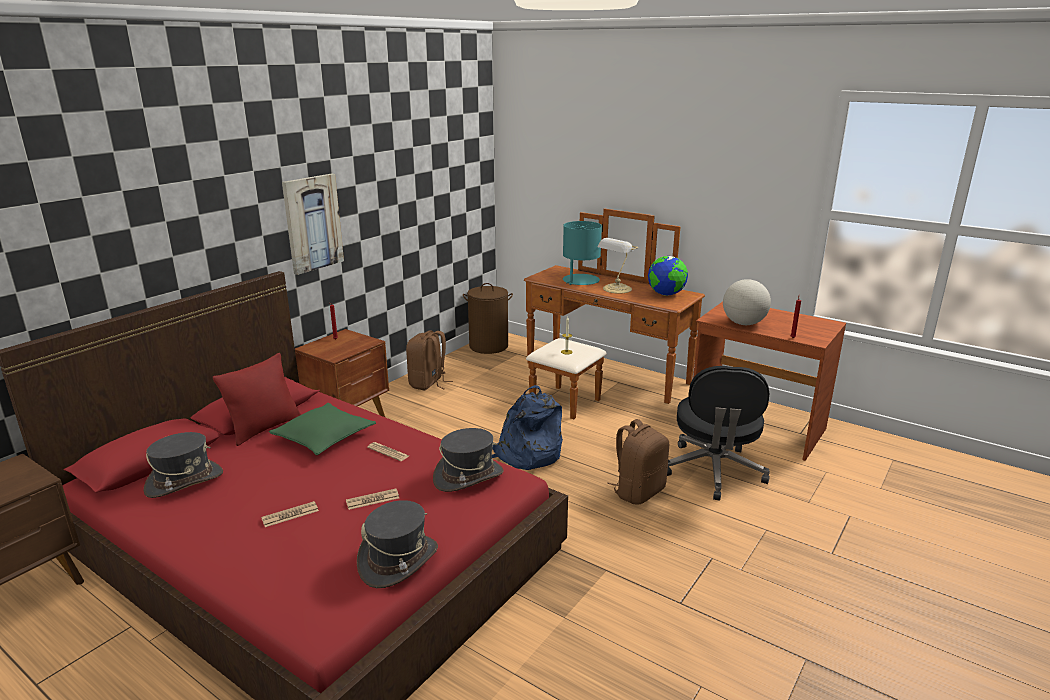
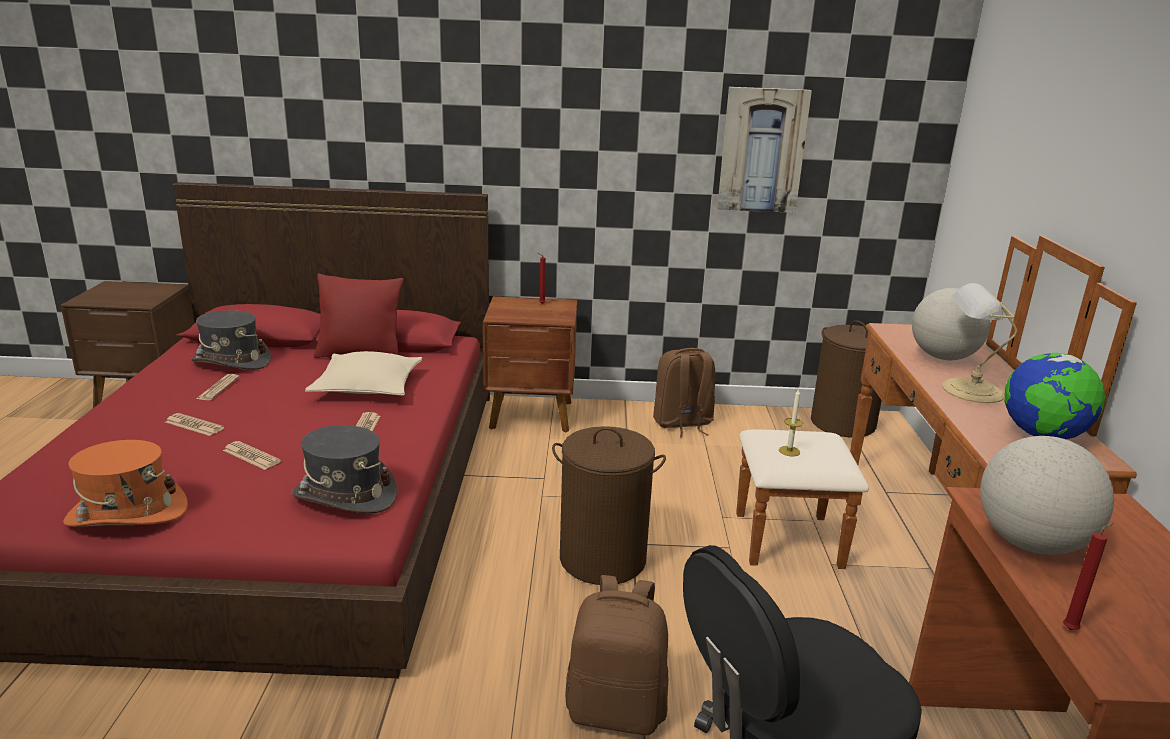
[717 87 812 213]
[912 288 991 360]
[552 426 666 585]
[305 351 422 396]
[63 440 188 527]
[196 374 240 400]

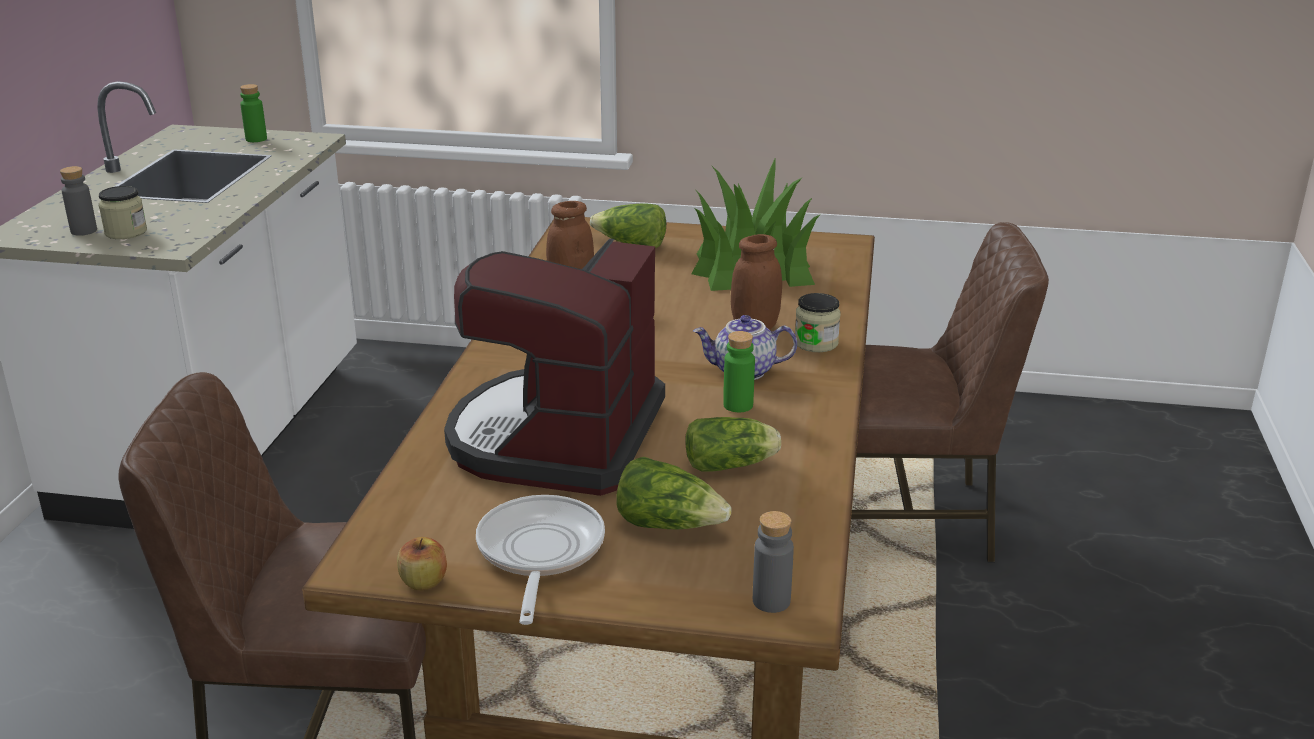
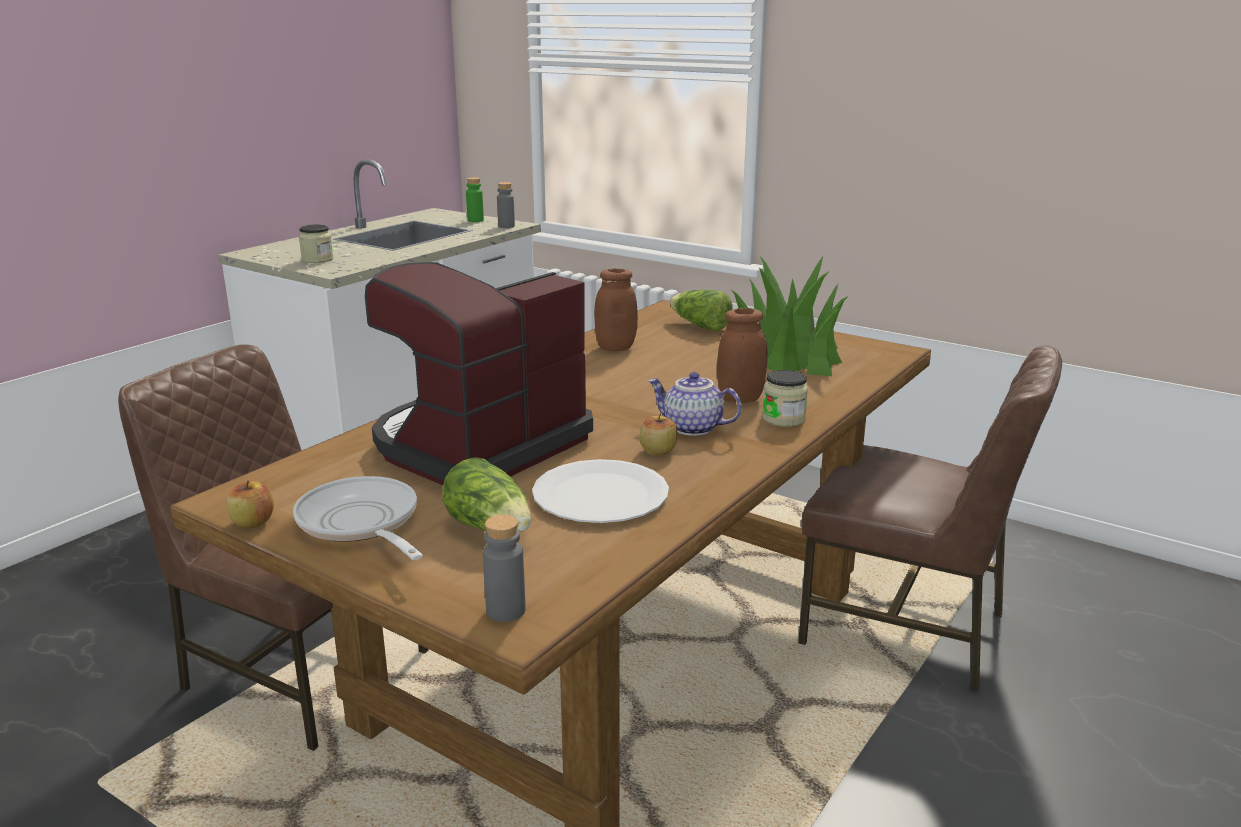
[497 182 515 228]
[640 413 677 456]
[532 459 669 523]
[293 476 423 560]

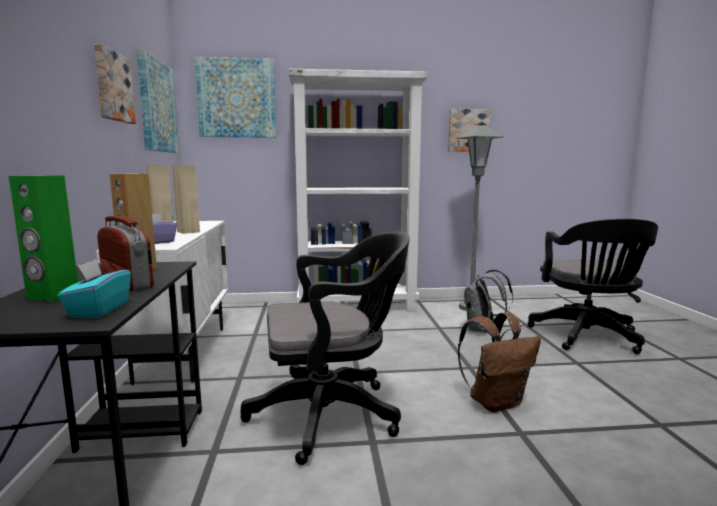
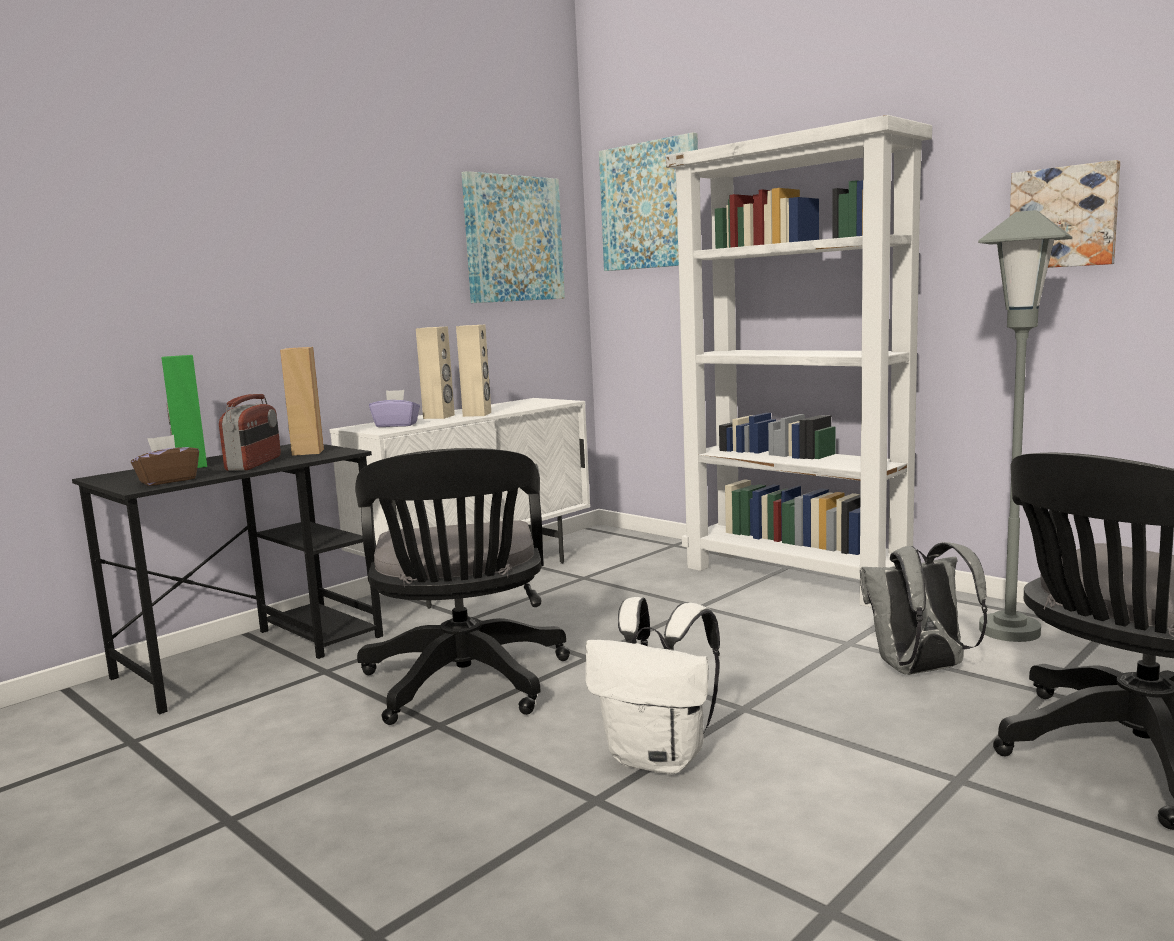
[94 44 136 124] (first image)
[355 448 570 725]
[131 435 199 486]
[585 597 720 774]

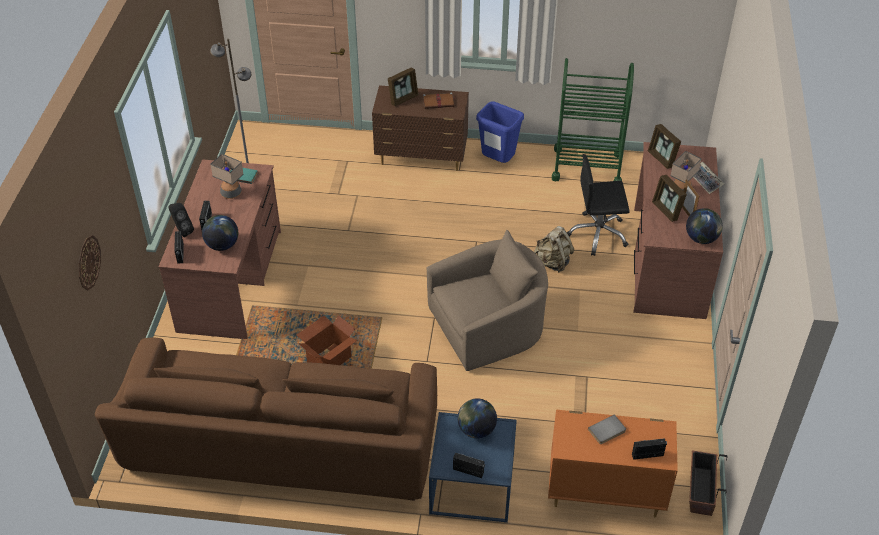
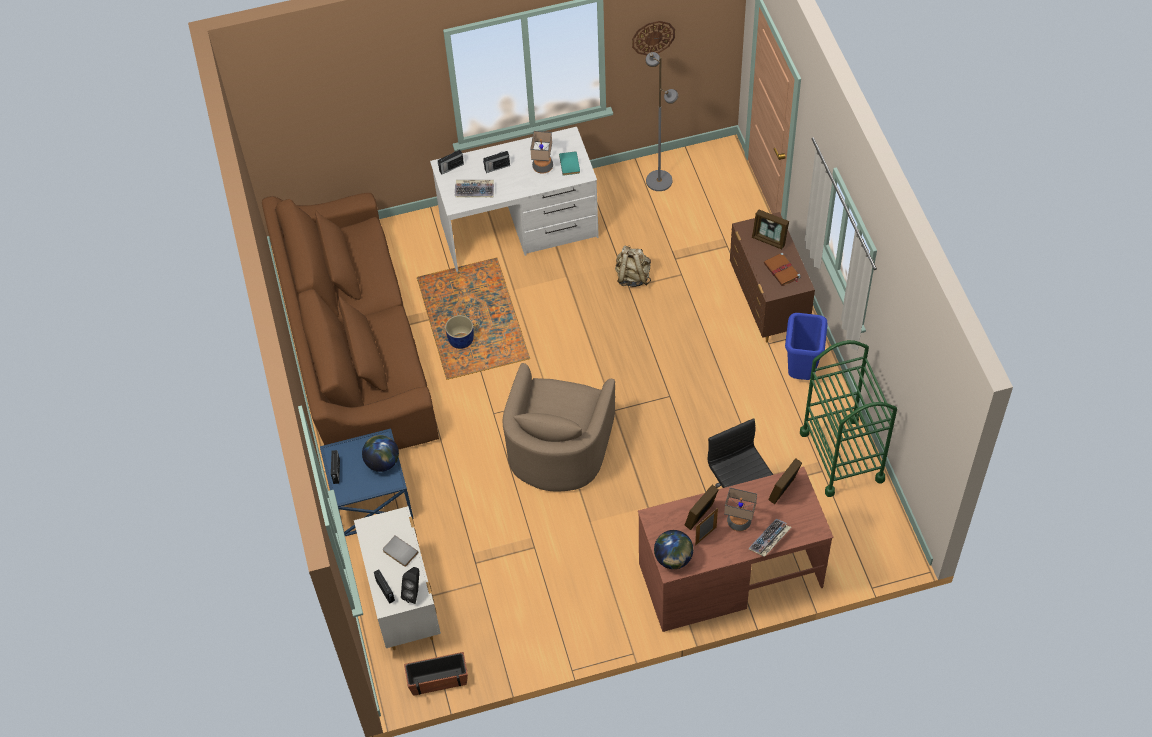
[430 127 599 272]
[401 567 419 604]
[455 180 494 197]
[615 245 651 287]
[503 363 615 491]
[632 21 675 55]
[445 315 474 349]
[354 506 441 650]

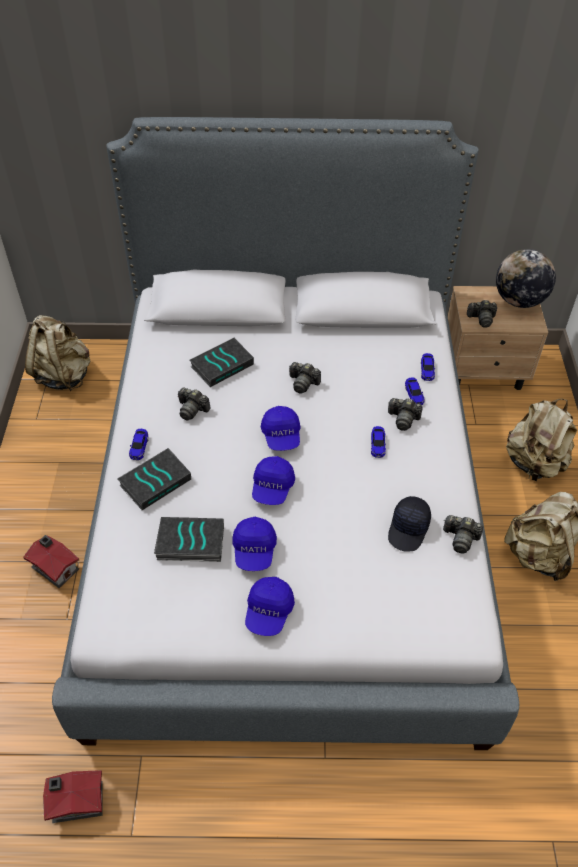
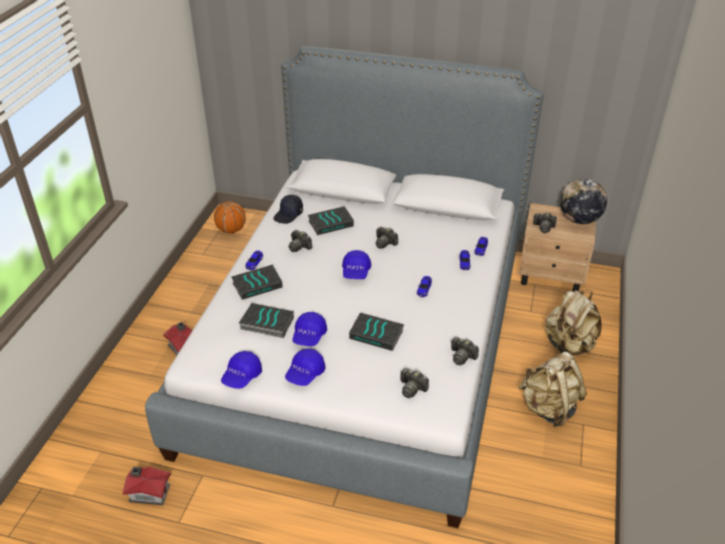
[214 202 246 233]
[400 368 429 398]
[221 351 262 389]
[273 195 303 224]
[349 312 404 351]

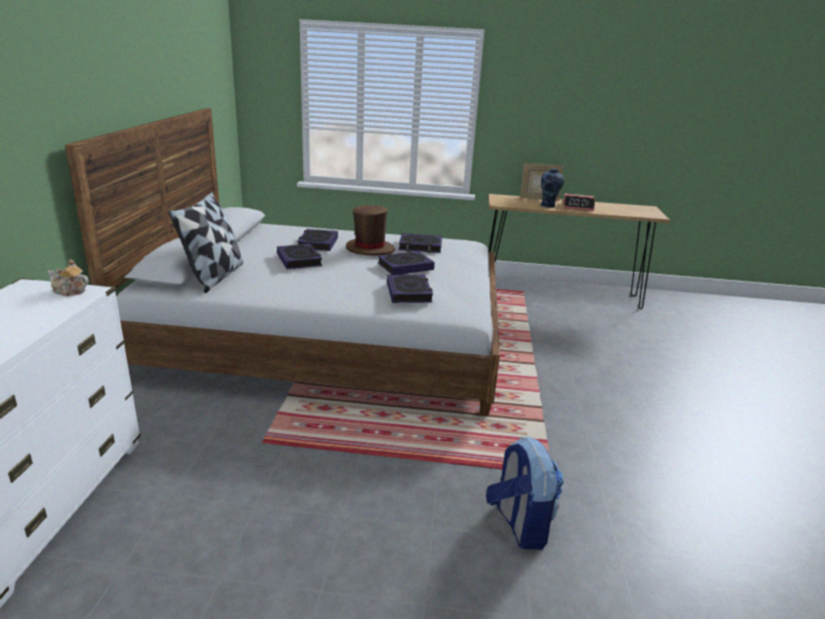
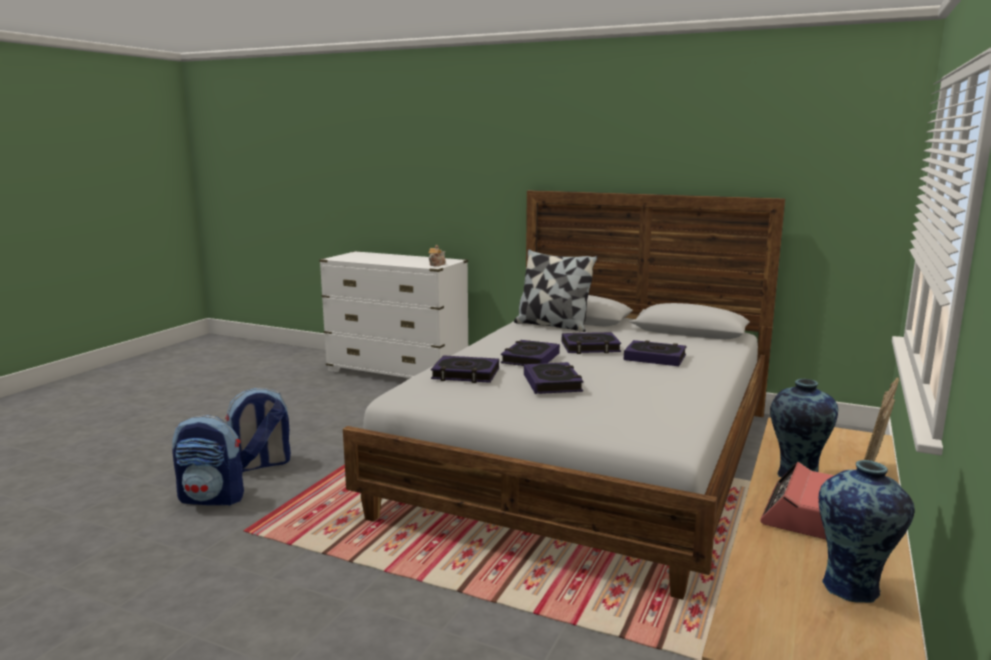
[346 205 395 256] (first image)
[501 340 560 366]
[225 388 291 472]
[818 460 915 603]

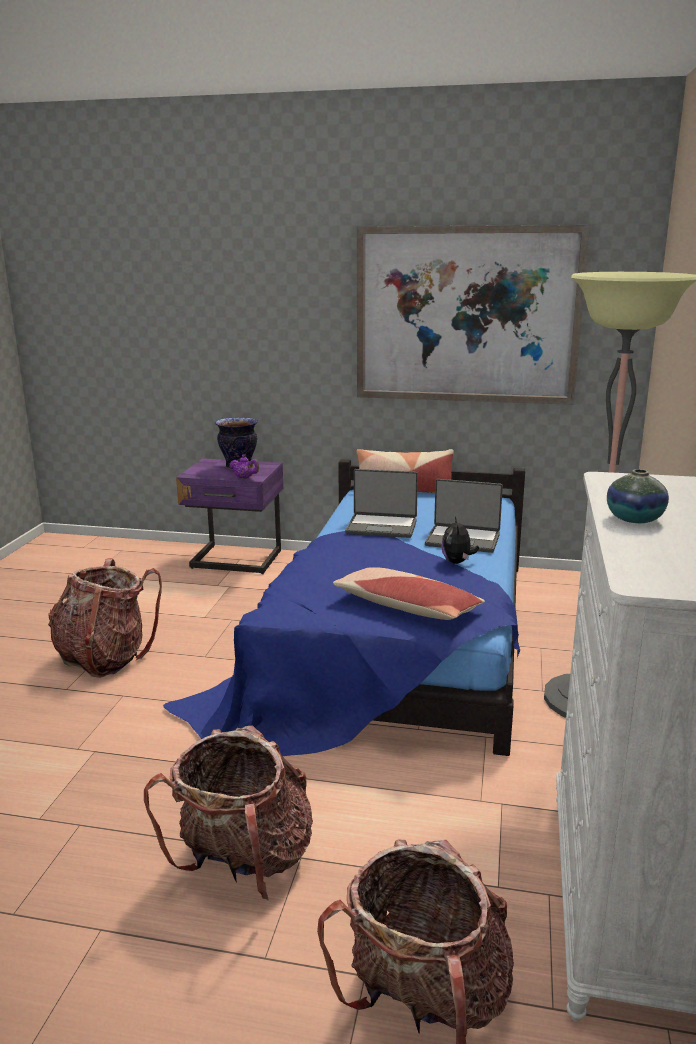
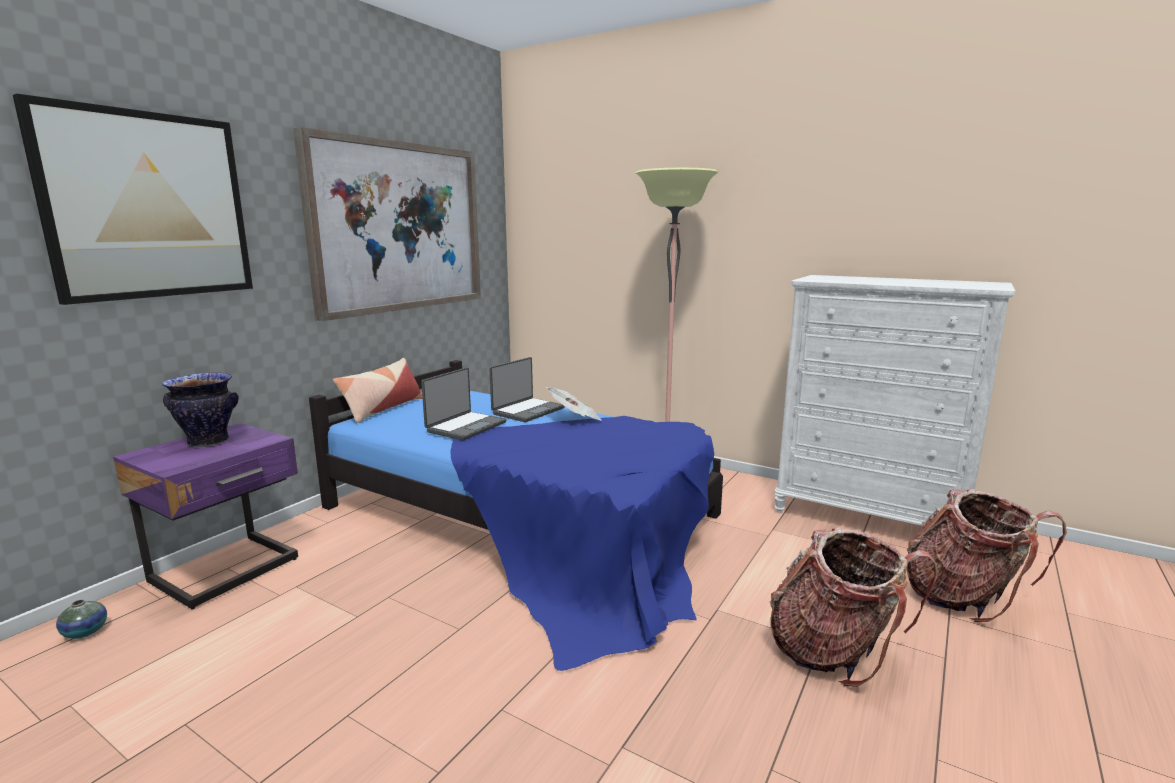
[229 454 259 479] (first image)
[56 600 107 639]
[546 387 602 421]
[48 558 162 678] (first image)
[333 567 485 620] (first image)
[13 94 253 305]

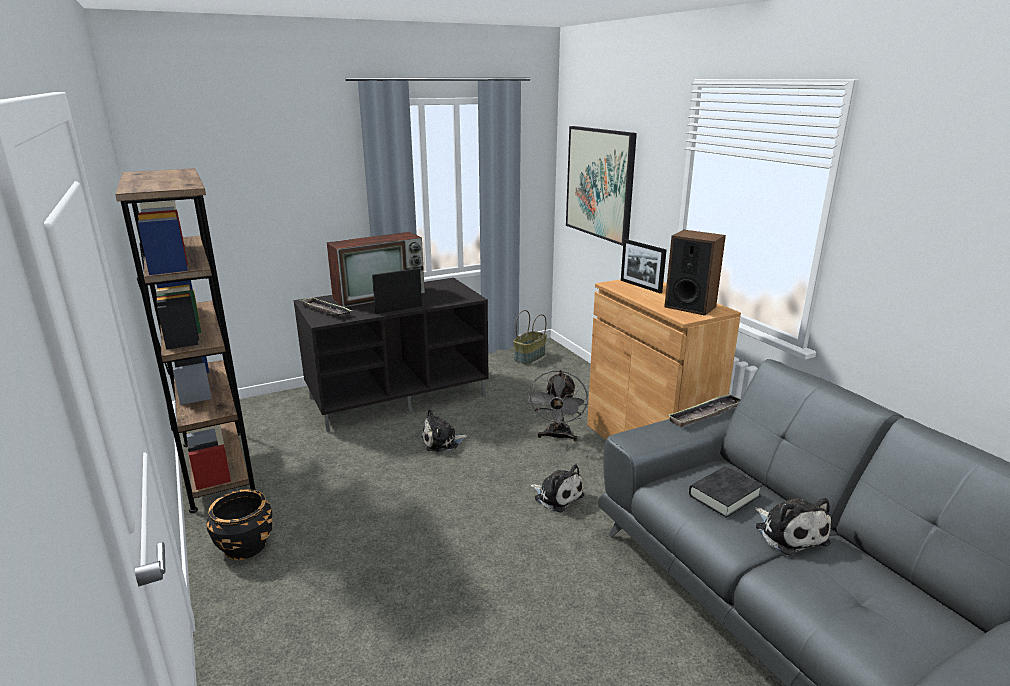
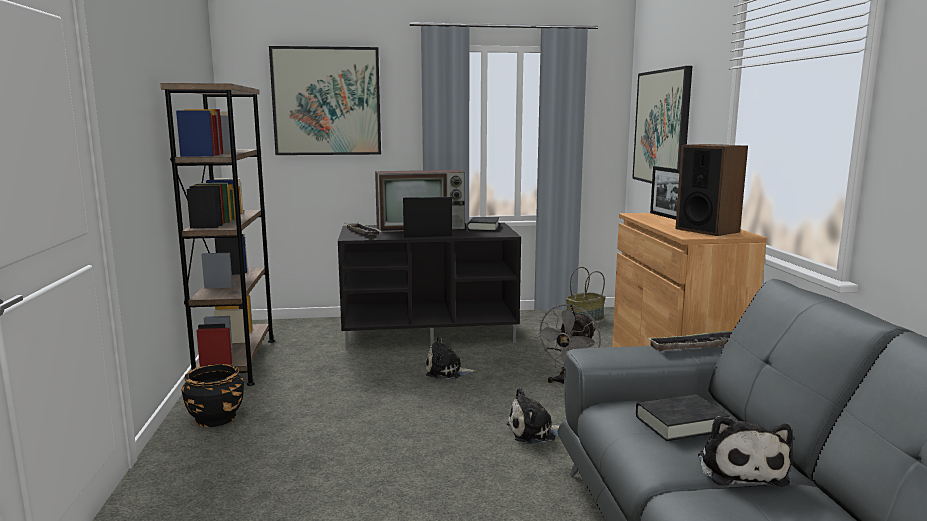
[507 388 559 444]
[269 46 381 155]
[467 217 499 231]

